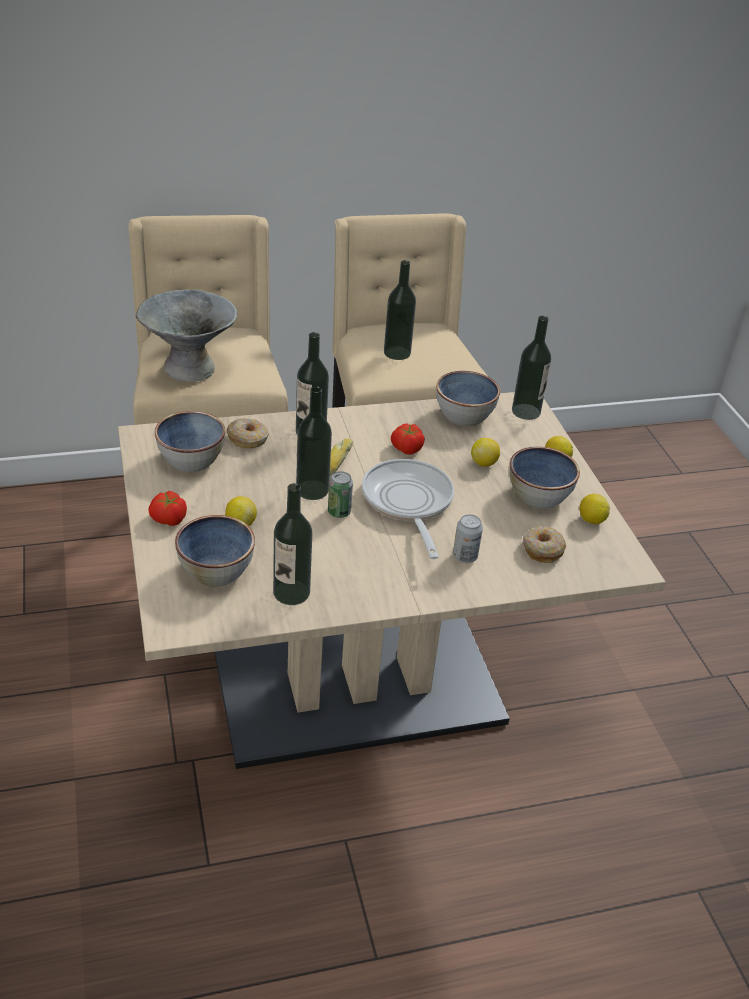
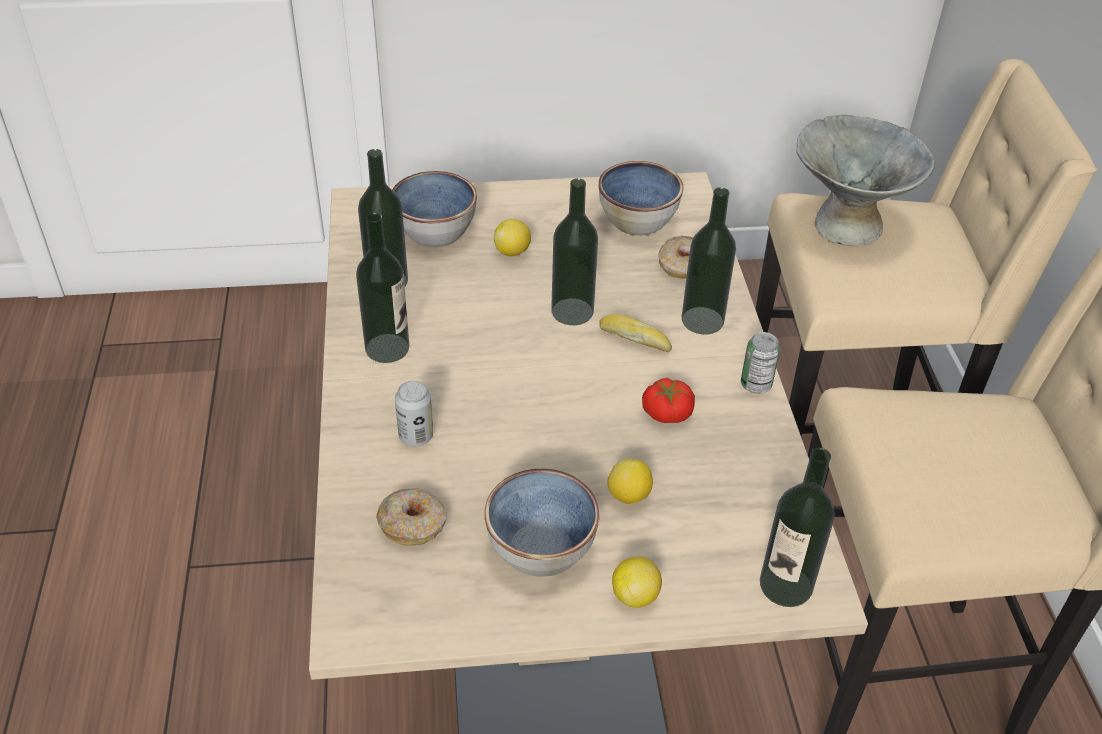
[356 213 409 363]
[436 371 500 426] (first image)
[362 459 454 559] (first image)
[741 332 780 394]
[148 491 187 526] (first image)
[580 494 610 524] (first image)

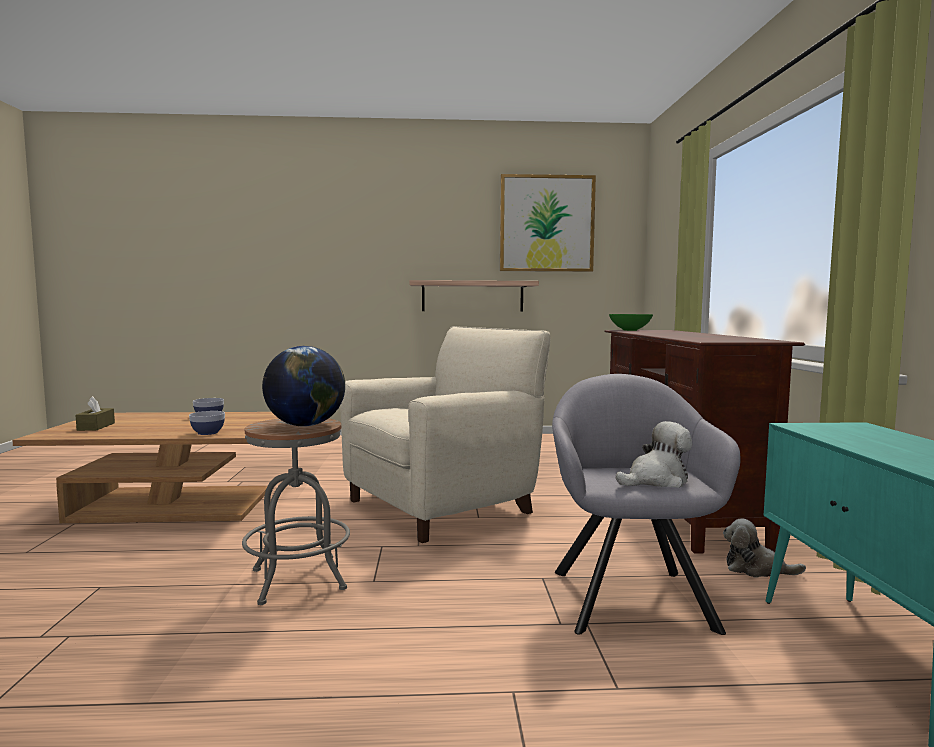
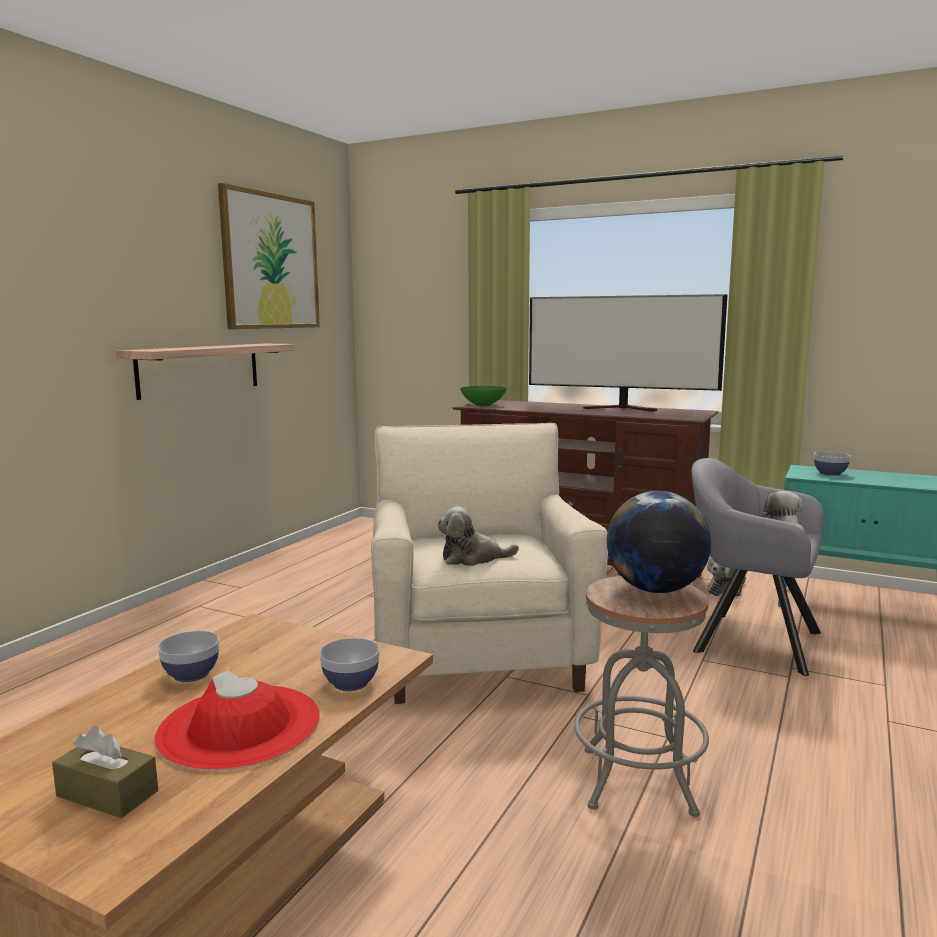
[529 294 728 412]
[814 452 850 476]
[437 507 519 566]
[155 671 320 771]

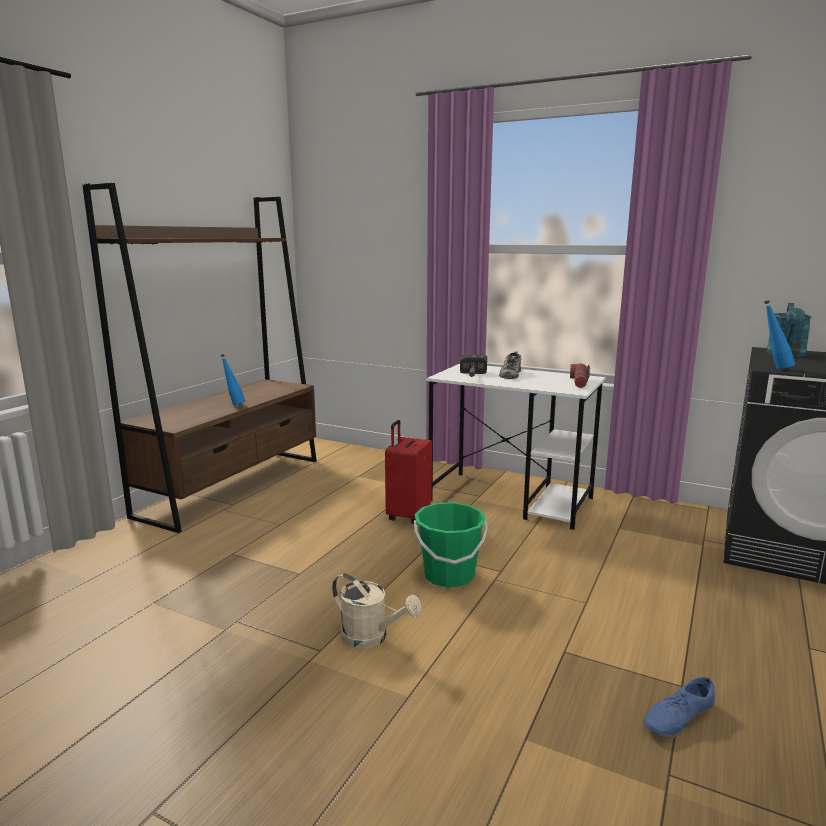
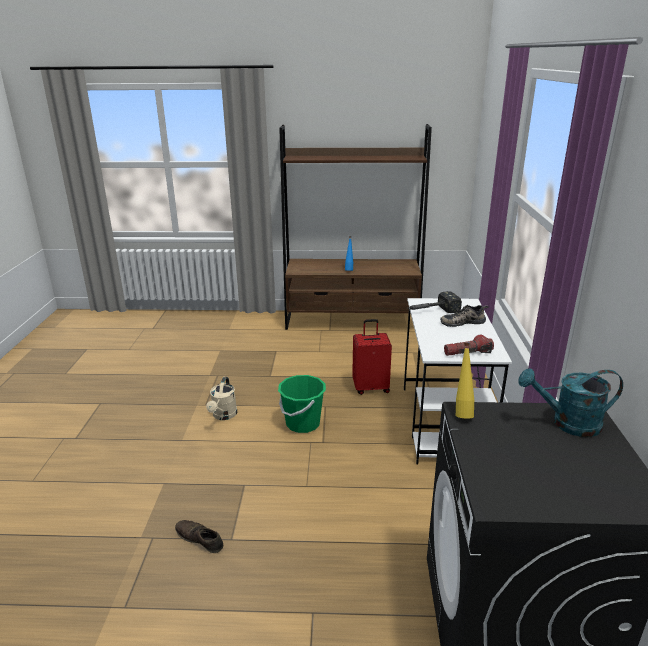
[456 343 474 418]
[175 520 223 553]

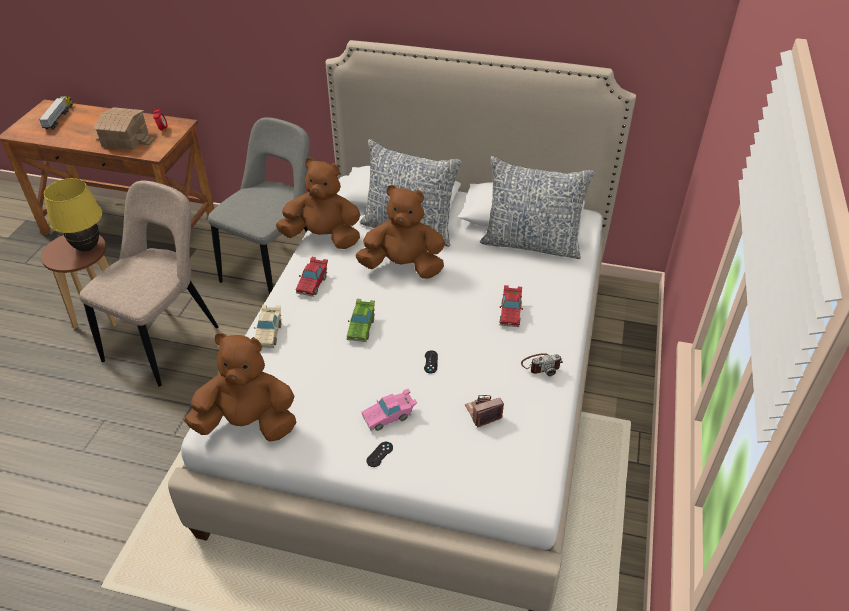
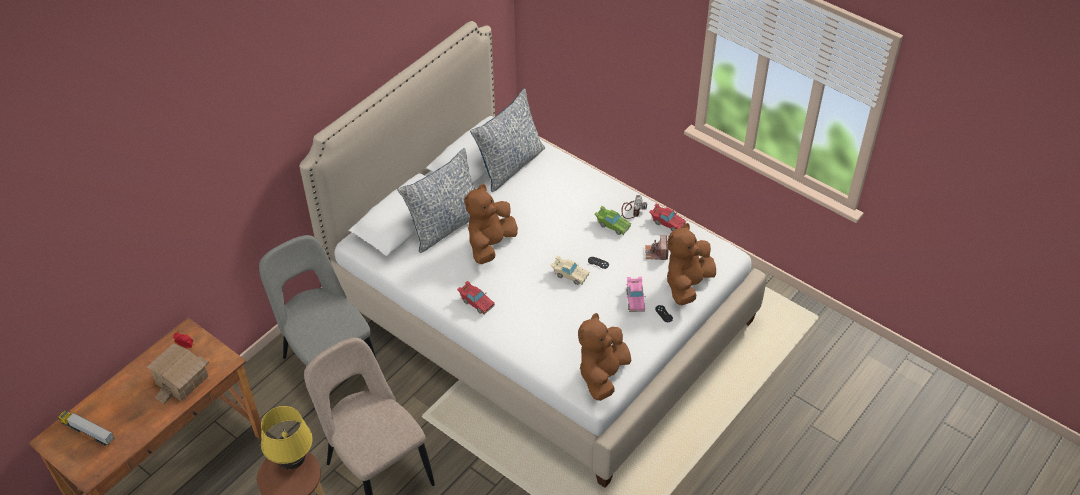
[667 223 716 305]
[649 204 686 232]
[595 206 632 235]
[550 256 589 285]

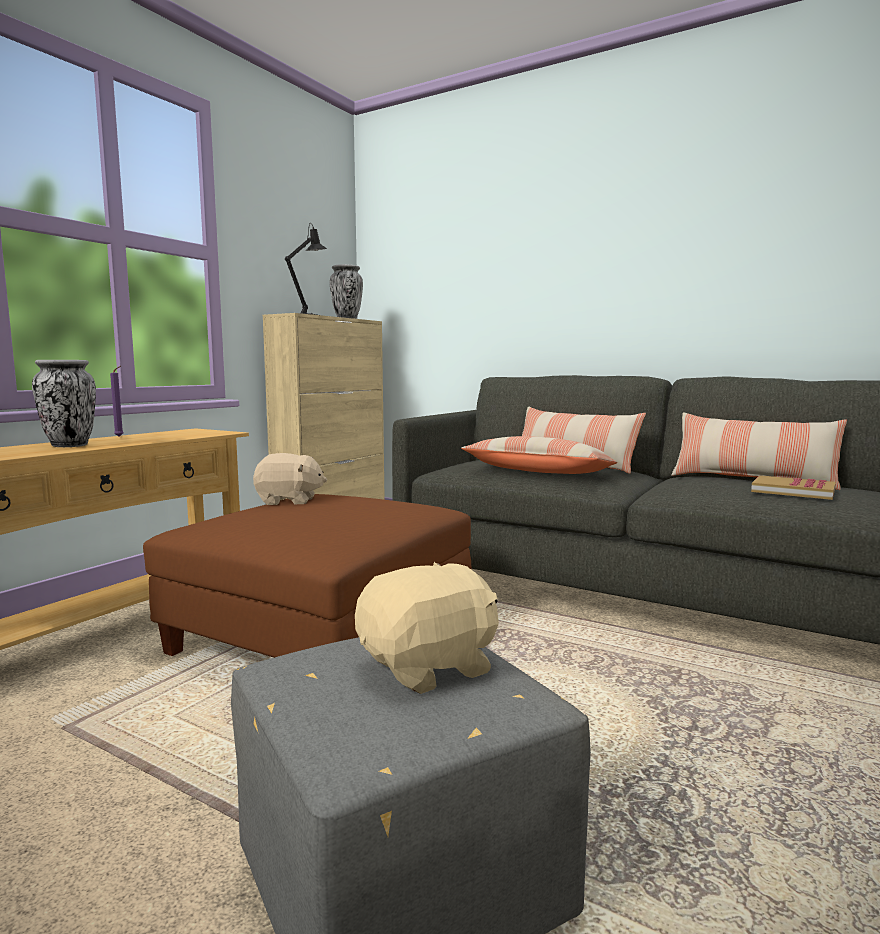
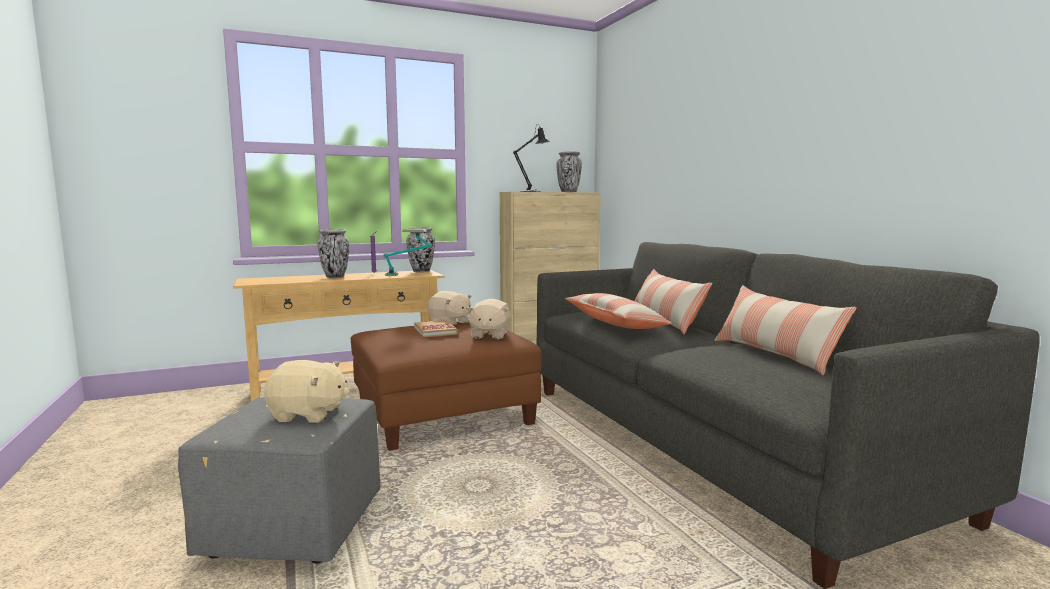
[414 320 458 338]
[406 227 435 272]
[383 229 432 276]
[466 299 510 339]

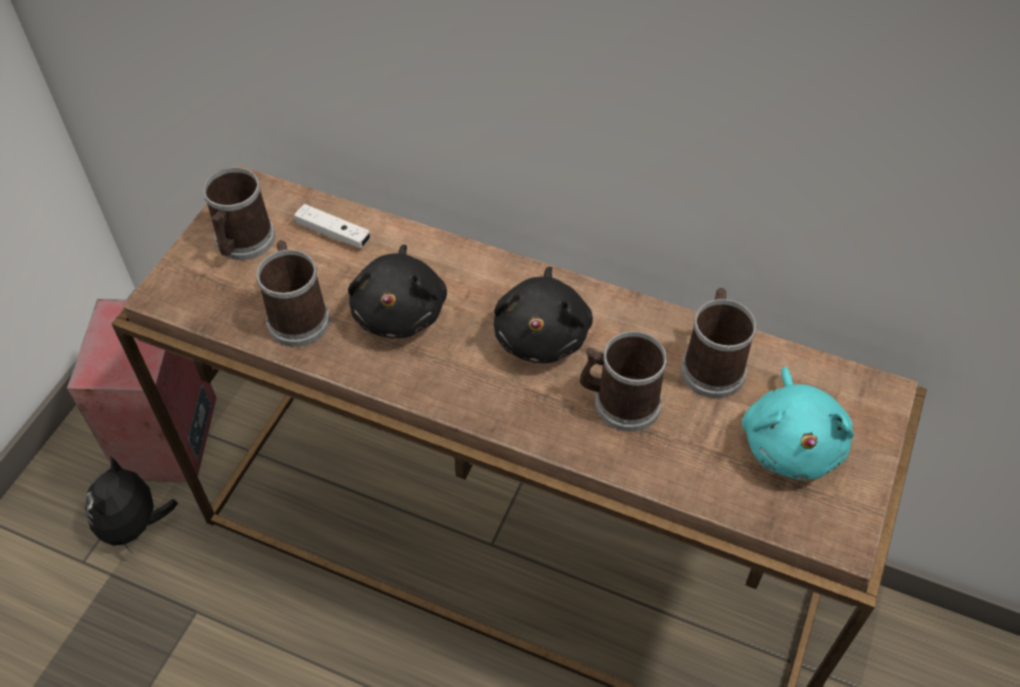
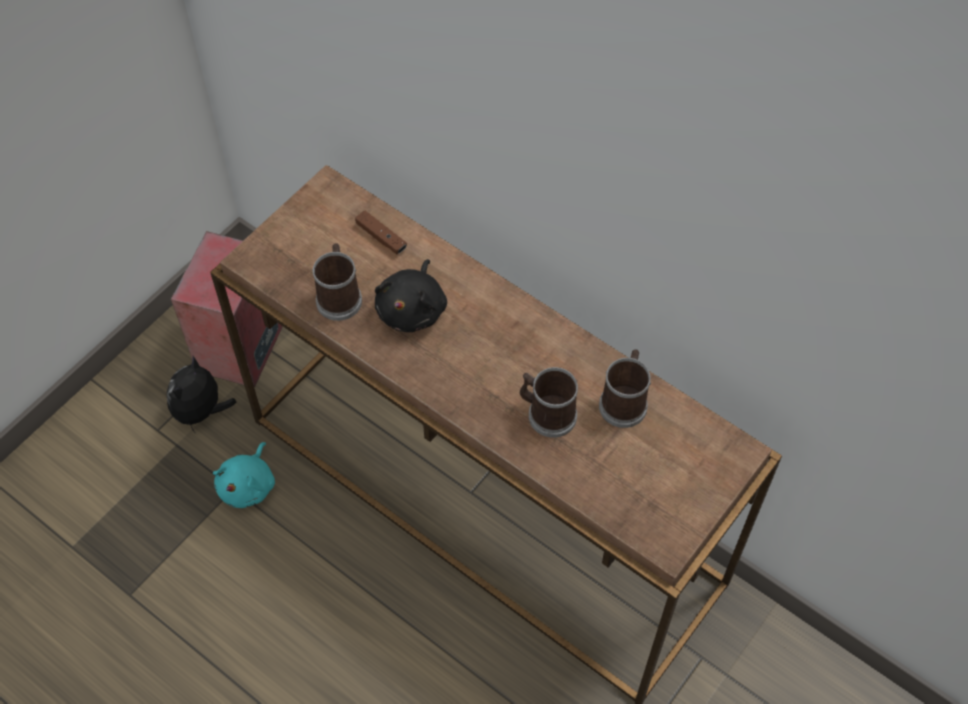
[203 167 275 260] (first image)
[355 211 407 255]
[494 267 593 363] (first image)
[213 442 275 508]

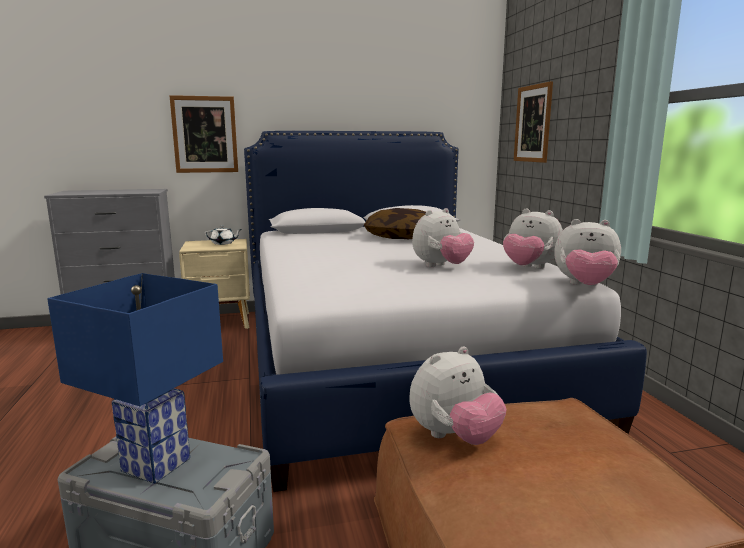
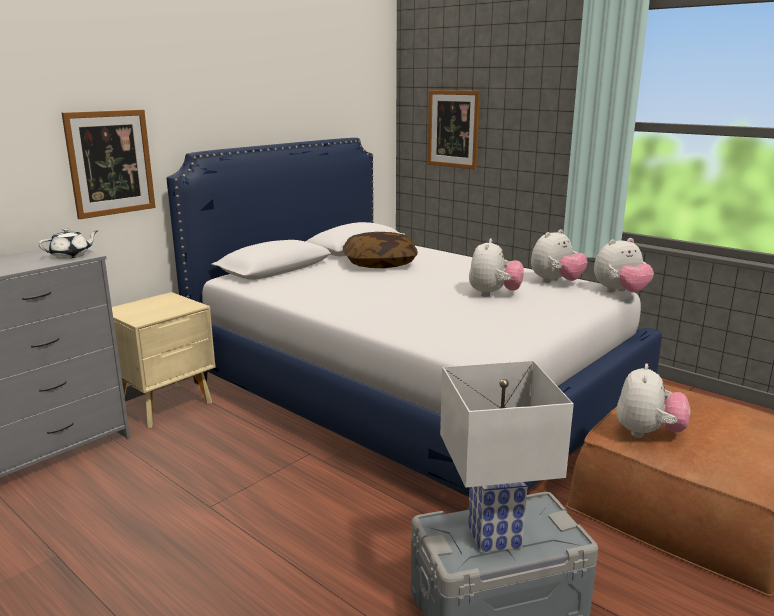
[531 229 588 283]
[38 228 98 259]
[440 361 574 553]

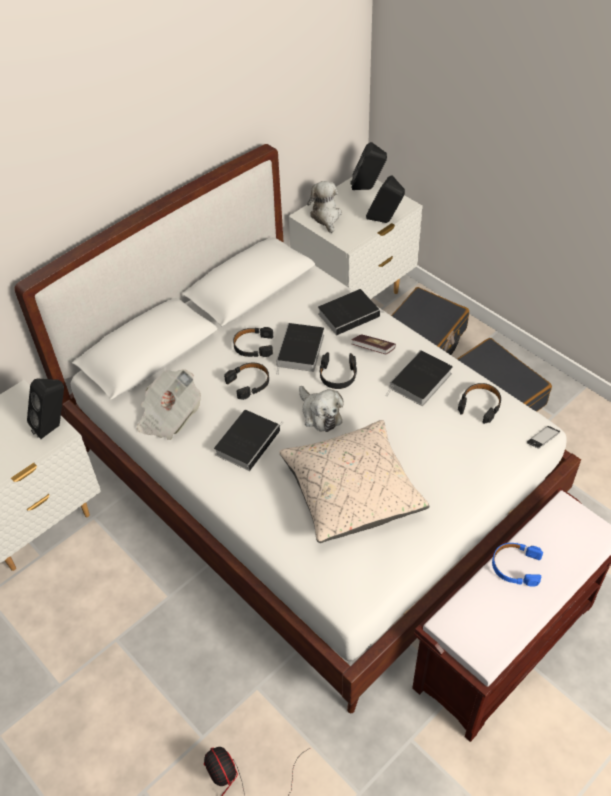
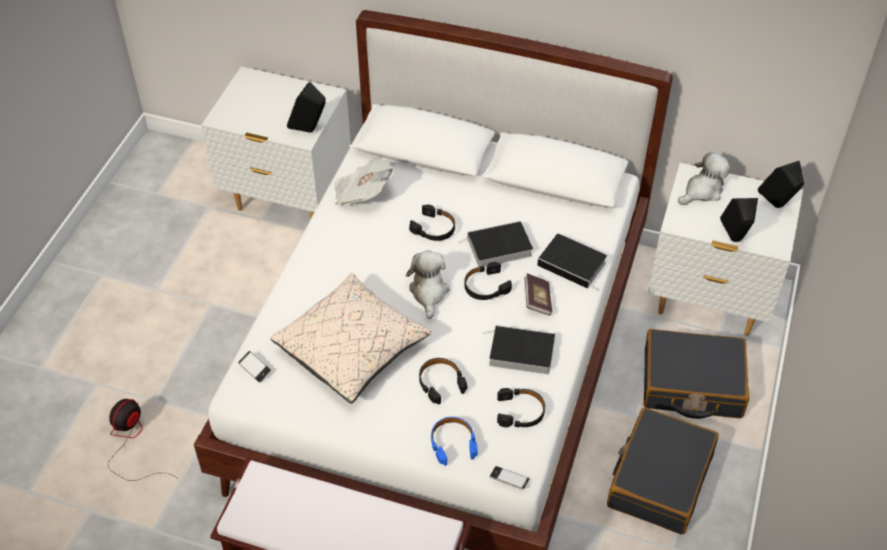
[419 358 467 405]
[406 250 450 319]
[214 410 283 471] (first image)
[431 417 478 466]
[238 351 271 382]

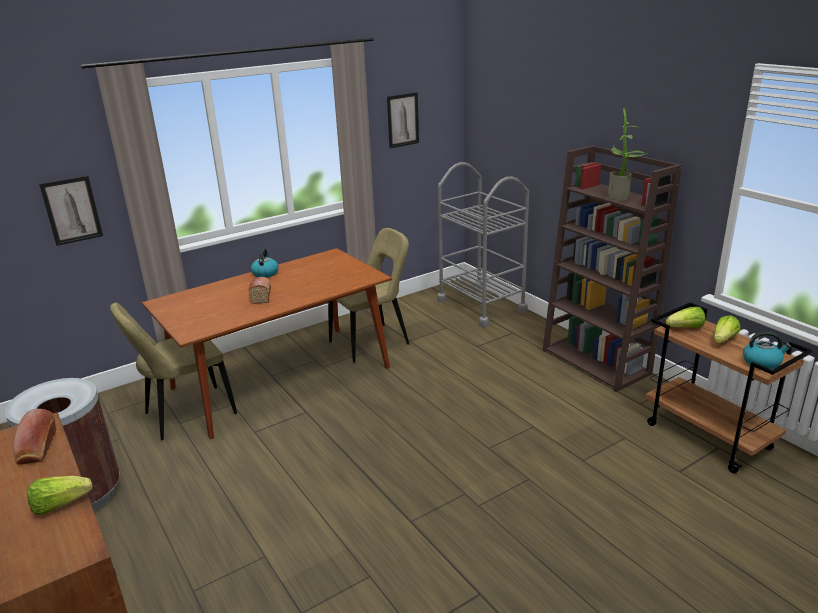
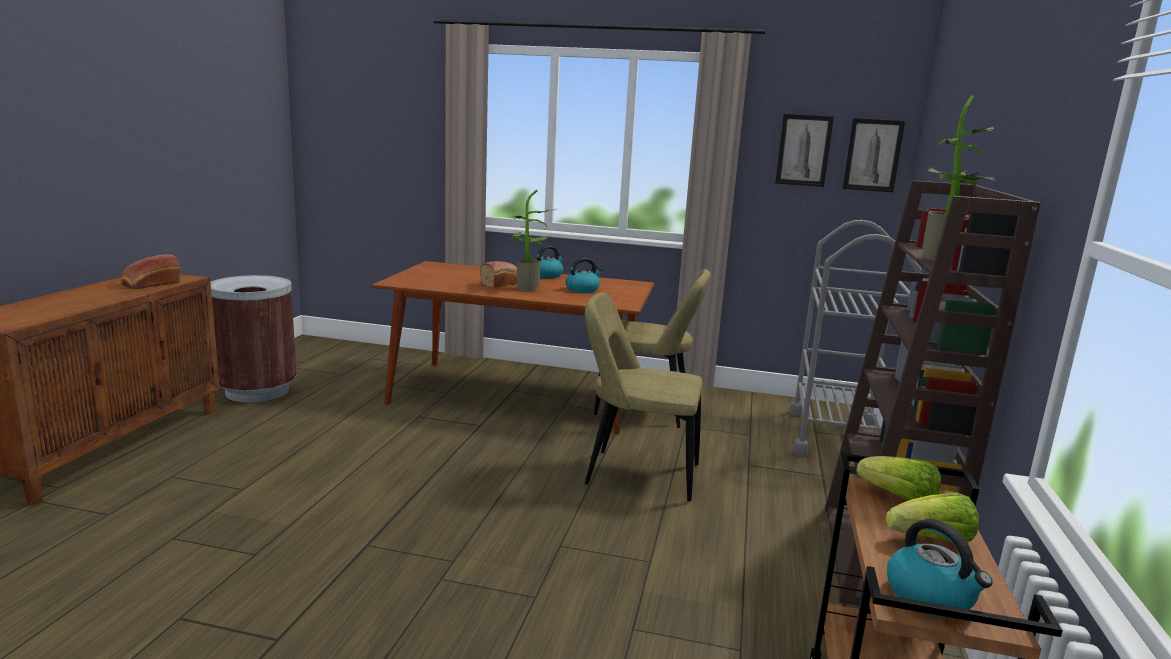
[843 118 905 192]
[585 293 703 501]
[27 476 92 515] (first image)
[511 190 558 292]
[566 258 603 293]

